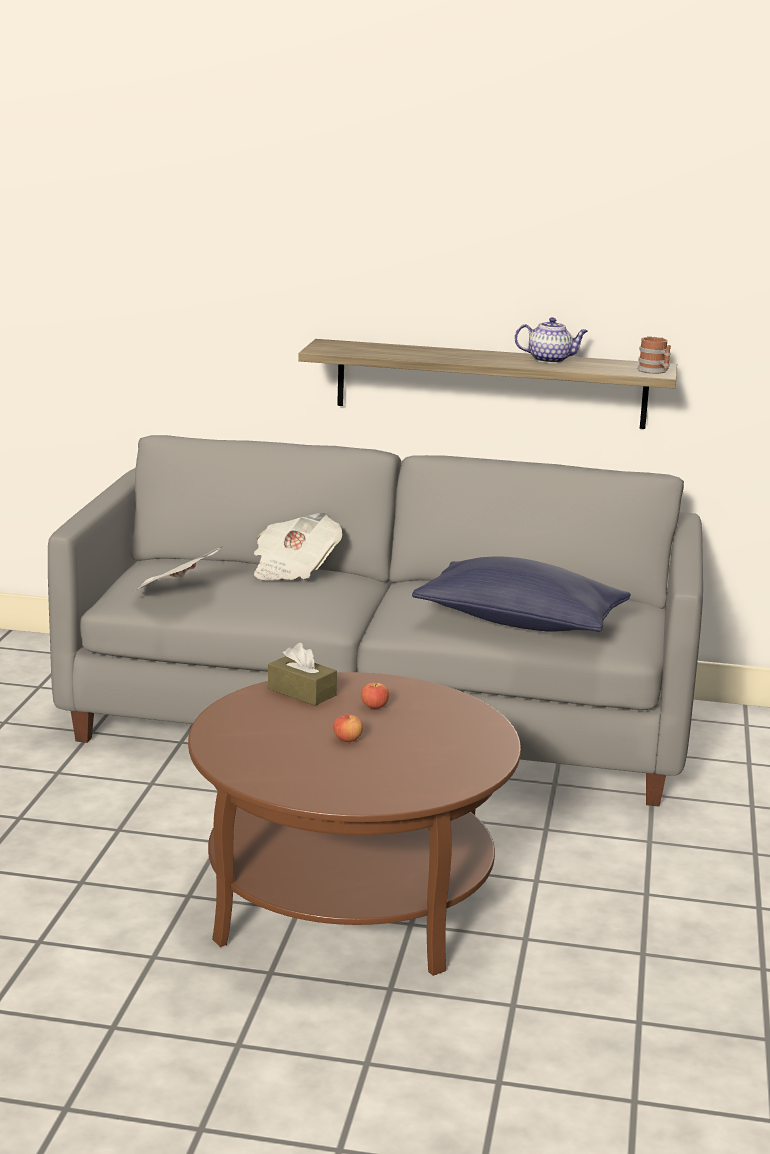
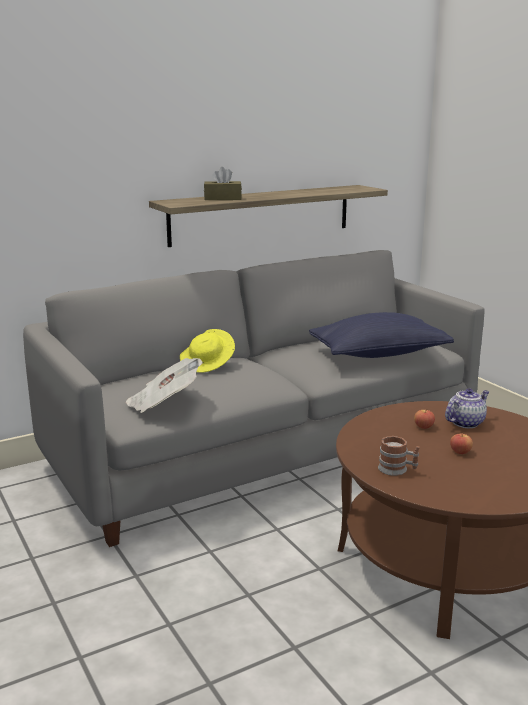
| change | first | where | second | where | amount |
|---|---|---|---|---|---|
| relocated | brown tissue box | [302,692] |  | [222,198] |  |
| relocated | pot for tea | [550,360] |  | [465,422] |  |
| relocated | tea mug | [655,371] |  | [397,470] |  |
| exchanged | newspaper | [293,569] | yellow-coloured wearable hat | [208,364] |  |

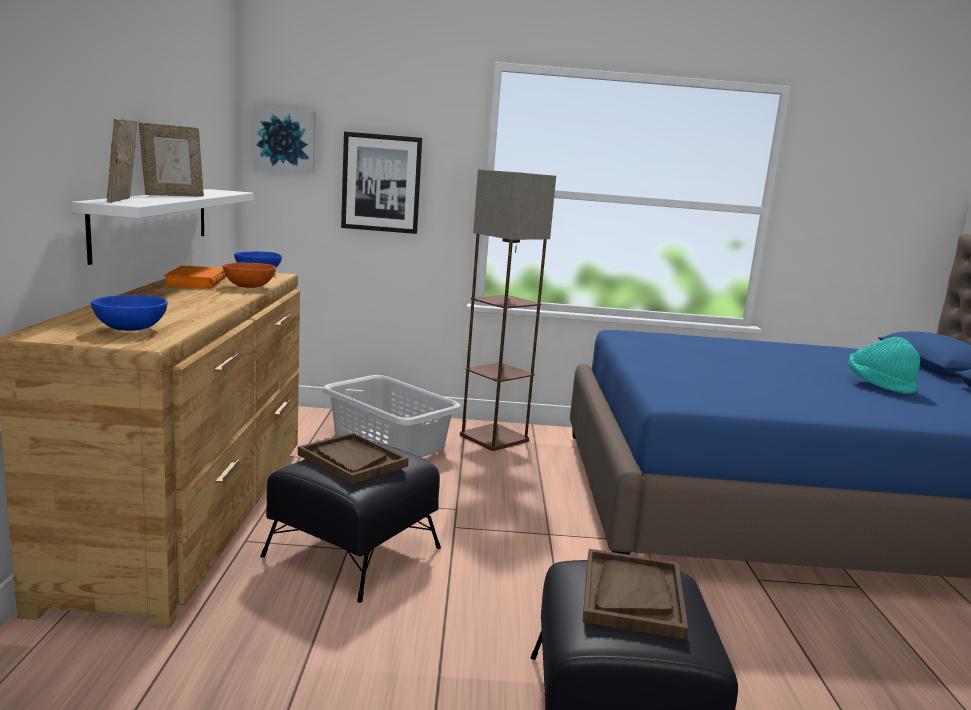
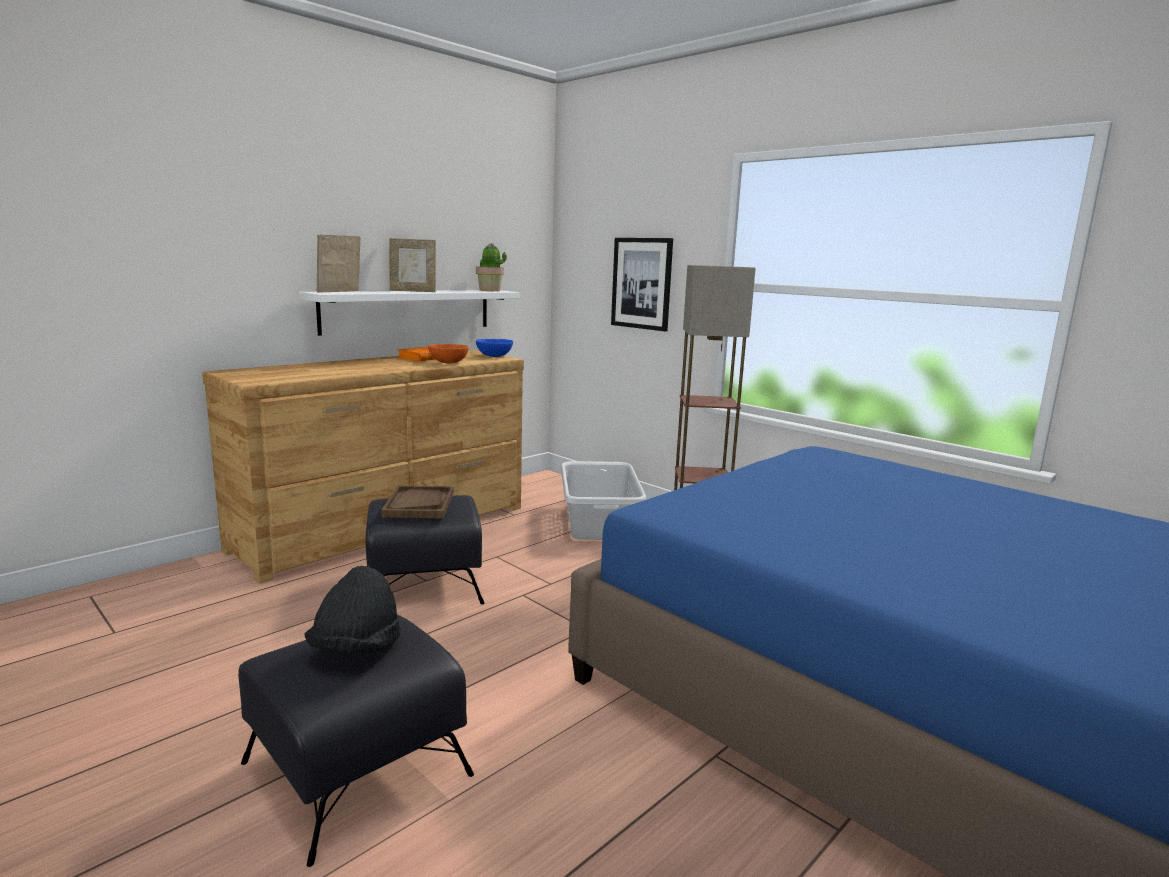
| change | first | where | second | where | amount |
|---|---|---|---|---|---|
| missing | blue-coloured deep dish | [132,329] |  |  |  |
| missing | wall art | [285,140] |  |  |  |
| missing | turquoise-coloured wearable hat | [878,385] |  |  |  |
| appeared |  |  | houseplant | [490,290] |  |
| exchanged | brown serving tray | [632,595] | black wearable hat | [356,649] |  |

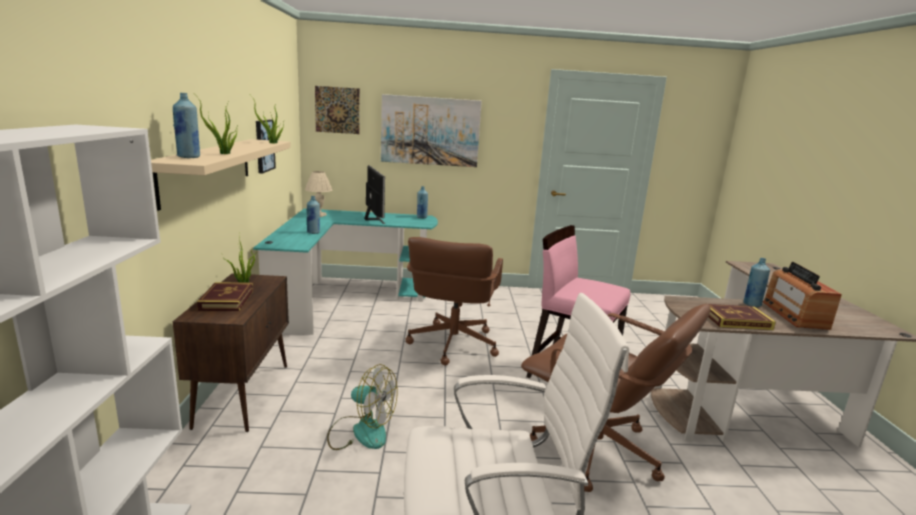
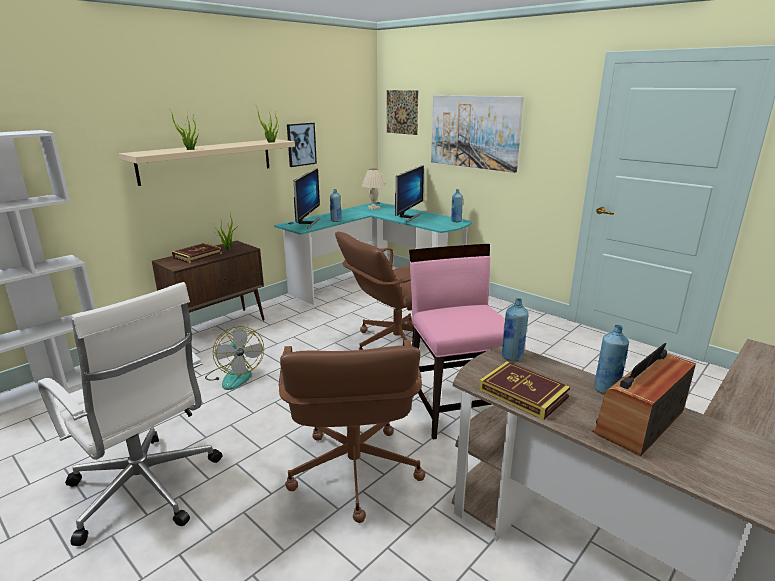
| change | first | where | second | where | amount |
|---|---|---|---|---|---|
| appeared |  |  | monitor | [308,223] |  |
| relocated | blue-coloured beverage bottle | [189,157] |  | [512,357] |  |

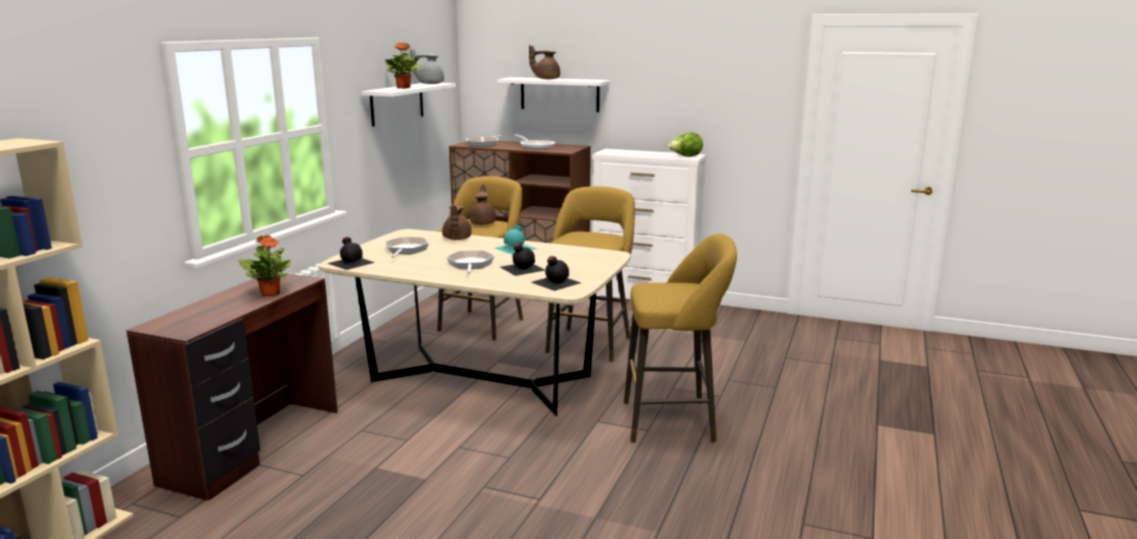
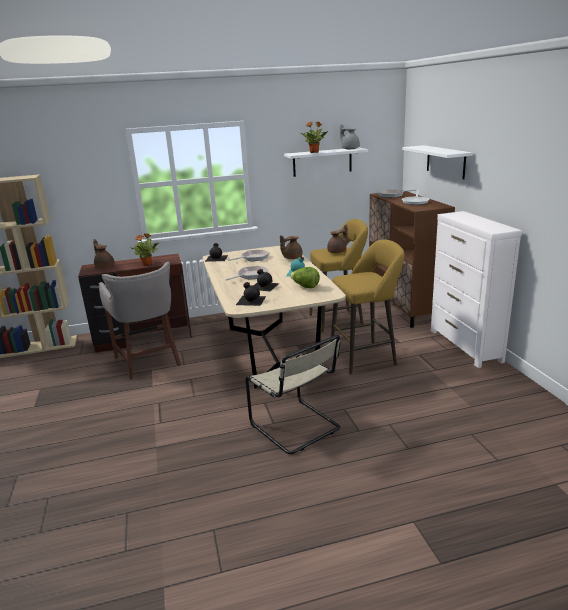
| change | first | where | second | where | amount |
|---|---|---|---|---|---|
| appeared |  |  | grey stool seat | [149,361] |  |
| relocated | brown pot for tea | [546,79] |  | [104,266] |  |
| relocated | head of lettuce | [685,157] |  | [305,287] |  |
| exchanged | yellow-coloured stool seat | [674,421] | beige-coloured upright chair | [297,427] |  |

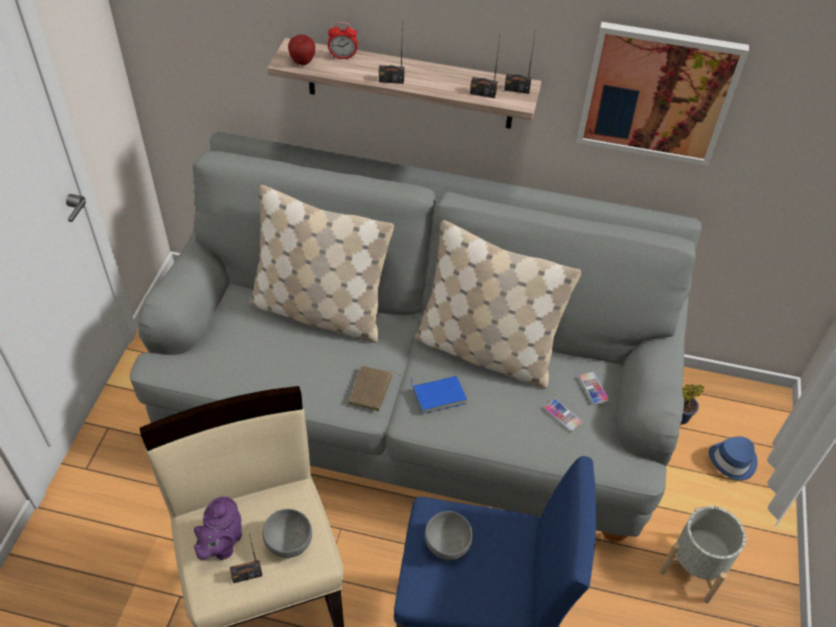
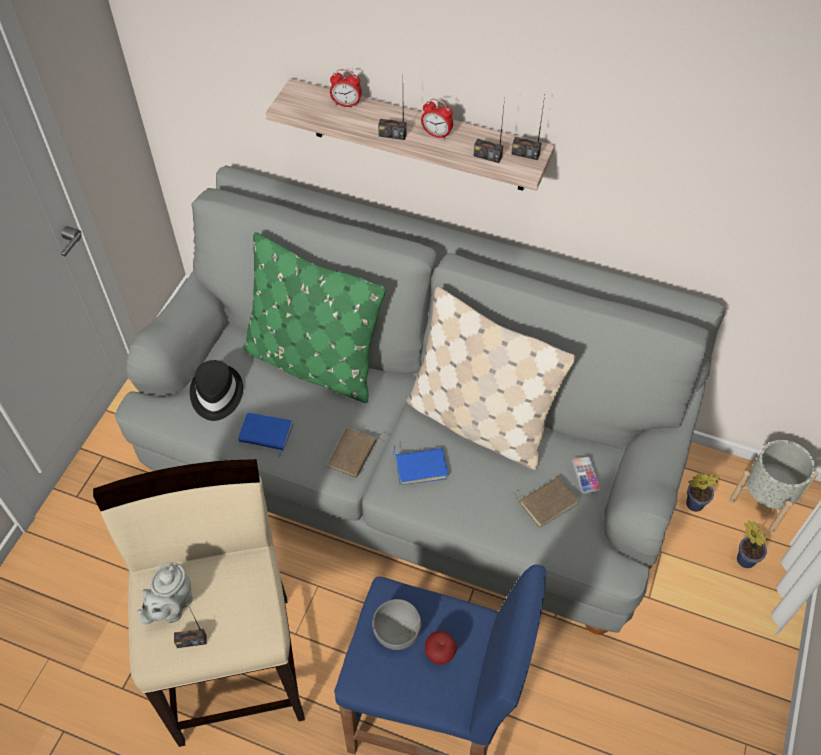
| change | first | where | second | where | amount |
|---|---|---|---|---|---|
| missing | grey deep dish | [288,543] |  |  |  |
| missing | wall art | [657,93] |  |  |  |
| appeared |  |  | black wearable hat | [216,394] |  |
| appeared |  |  | blue-coloured volume | [265,434] |  |
| appeared |  |  | bedside clock | [436,134] |  |
| relocated | apple fruit | [302,62] |  | [440,654] |  |
| relocated | grey flower pot | [694,567] |  | [764,500] |  |
| exchanged | handset | [562,415] | brown volume | [547,502] |  |
| exchanged | blue-coloured wearable hat | [733,461] | houseplant | [743,558] |  |
| colour | purple-coloured pot for tea | [221,544] | grey pot for tea | [171,606] |  |
| colour | beige-coloured pillow | [319,311] | greenish pillow | [313,363] |  |

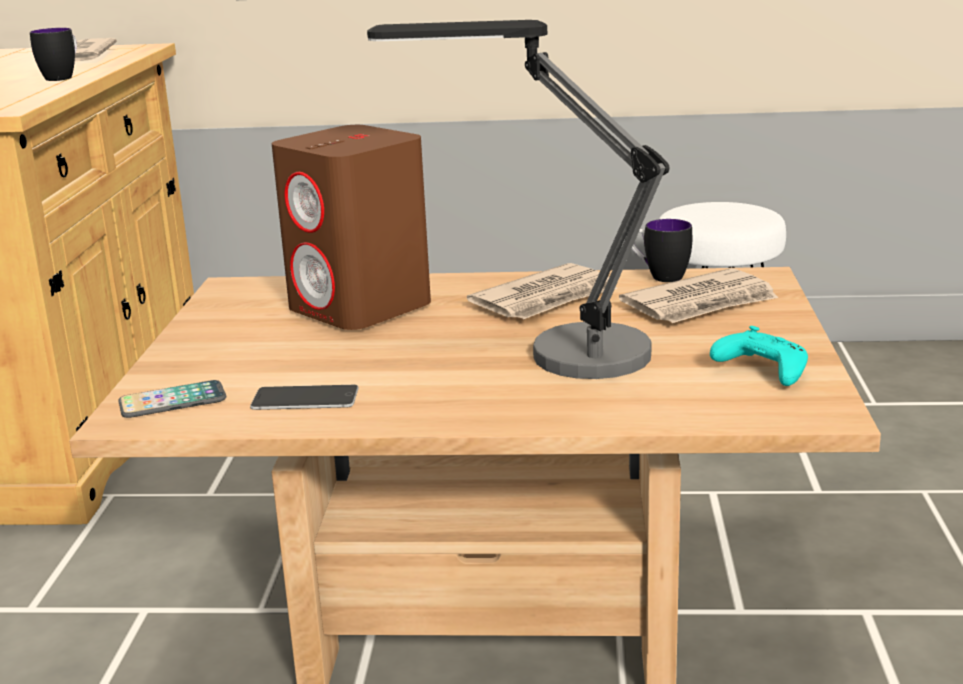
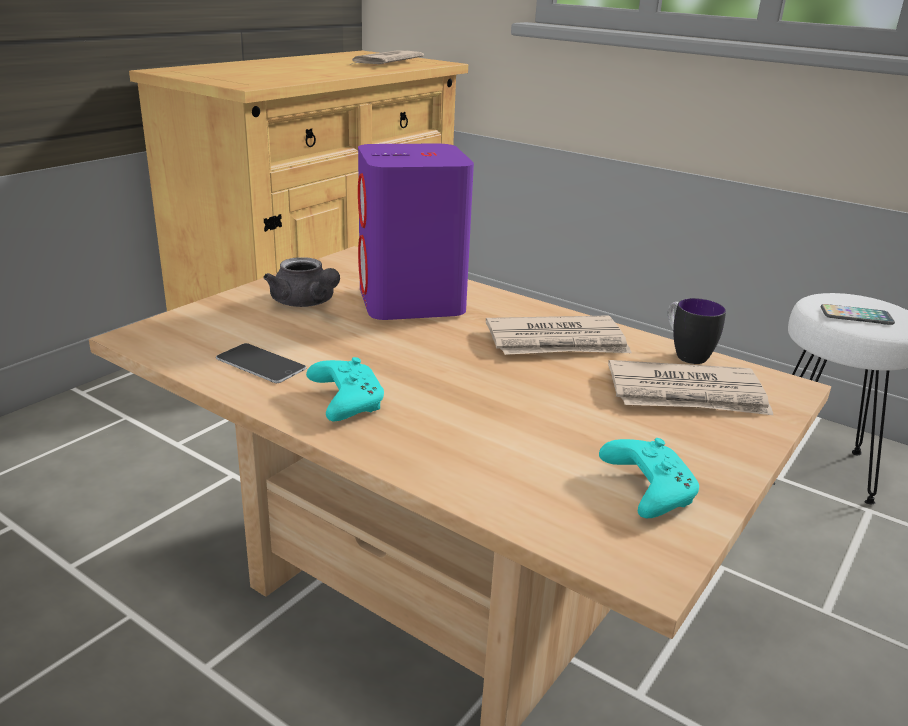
| change | first | where | second | where | amount |
|---|---|---|---|---|---|
| missing | tea mug | [63,77] |  |  |  |
| missing | table lamp | [555,353] |  |  |  |
| appeared |  |  | grey pot for tea | [306,303] |  |
| appeared |  |  | turquoise-coloured joypad | [345,401] |  |
| relocated | handset | [172,401] |  | [856,316] |  |
| colour | brown loudspeaker | [361,307] | purple-coloured loudspeaker | [411,302] |  |

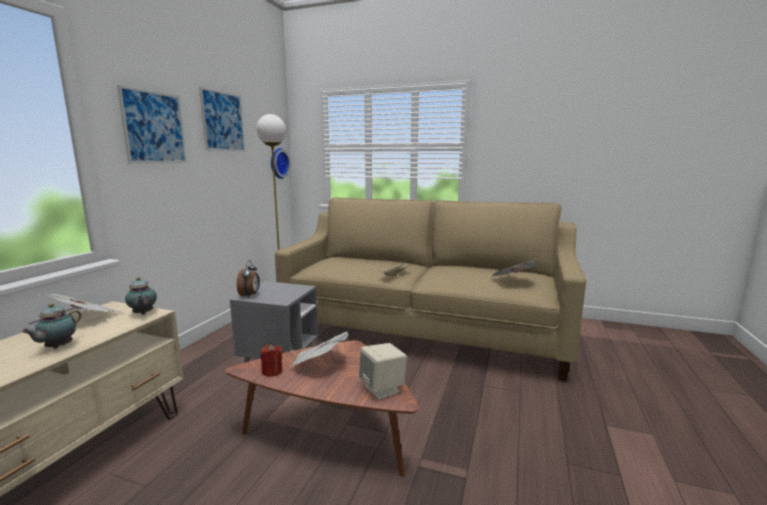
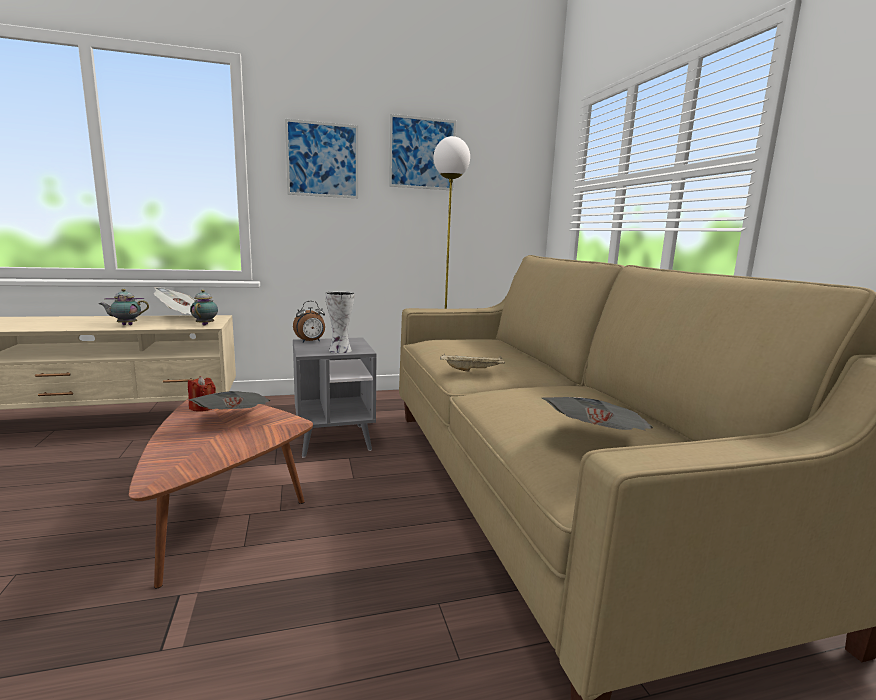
| change | first | where | second | where | amount |
|---|---|---|---|---|---|
| missing | clock on the wall | [278,163] |  |  |  |
| missing | beige-coloured loudspeaker | [383,389] |  |  |  |
| appeared |  |  | decorative vase | [339,350] |  |
| spun | pot for tea | [143,314] |  | [206,324] | 150 degrees clockwise |

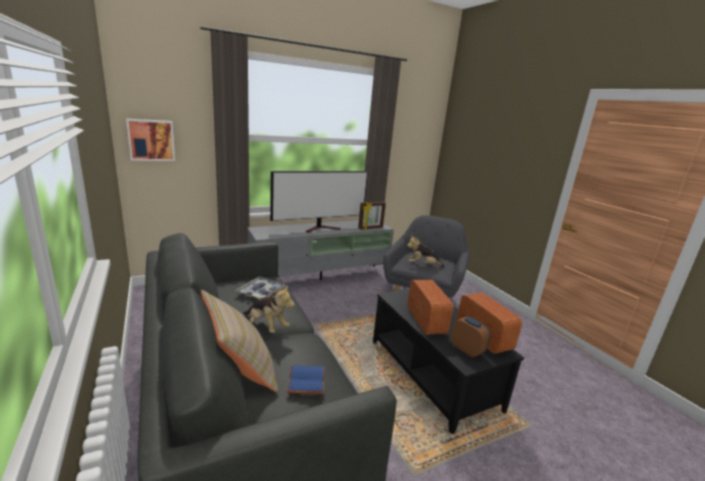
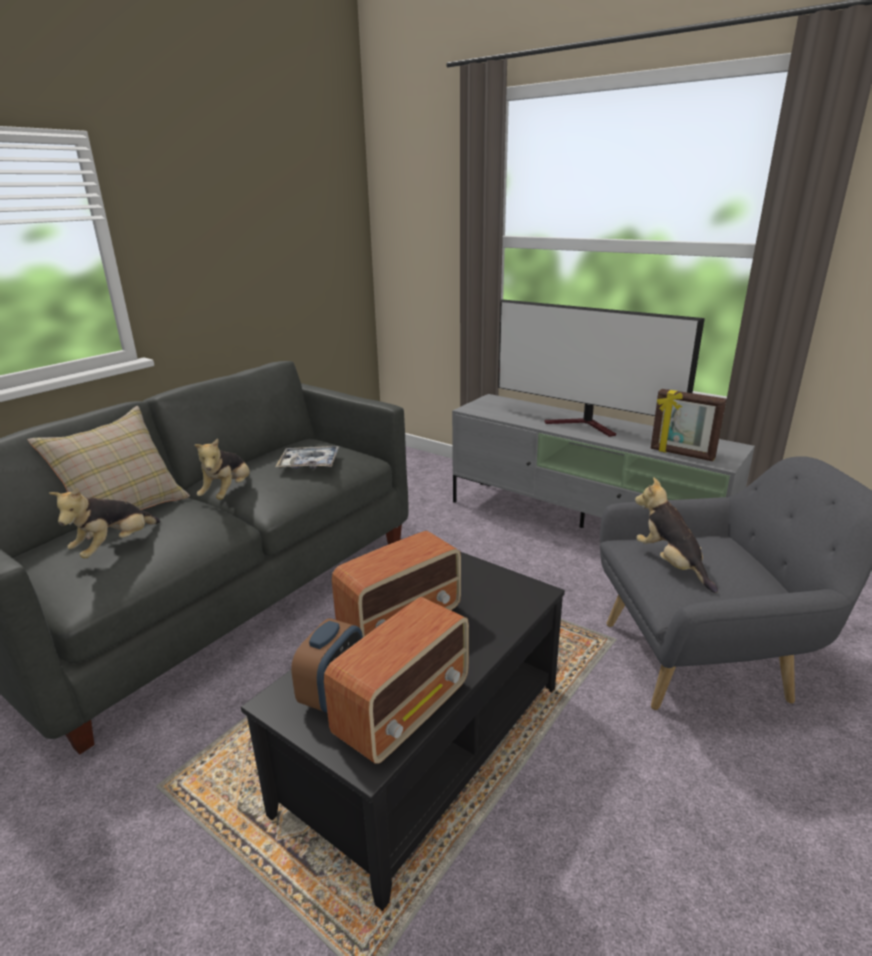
| change | first | where | second | where | amount |
|---|---|---|---|---|---|
| missing | wall art | [151,140] |  |  |  |
| exchanged | blue-coloured volume | [305,380] | plush toy | [115,547] |  |

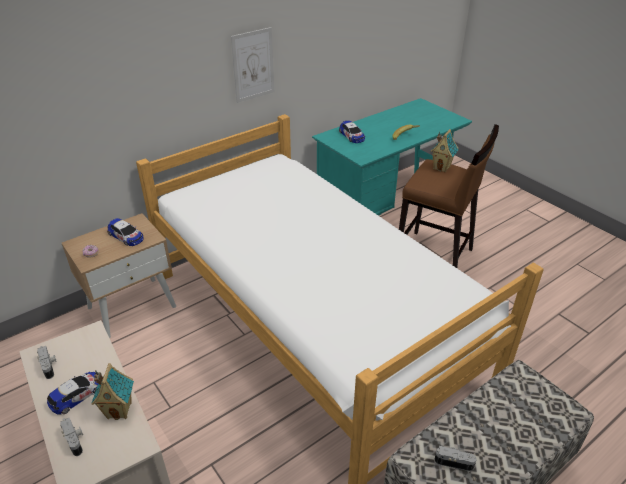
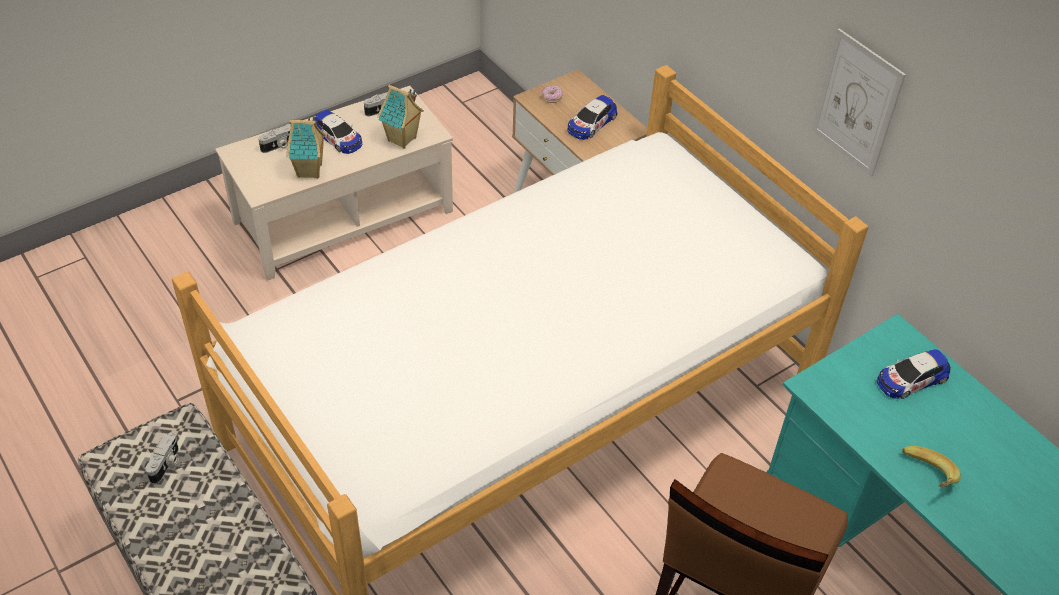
| change | first | where | second | where | amount |
|---|---|---|---|---|---|
| relocated | toy house | [442,168] |  | [402,140] |  |

